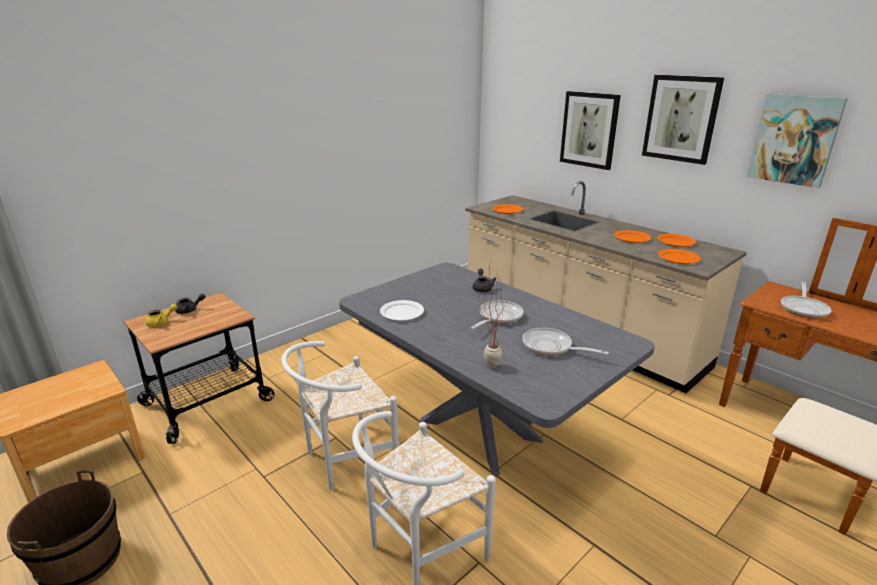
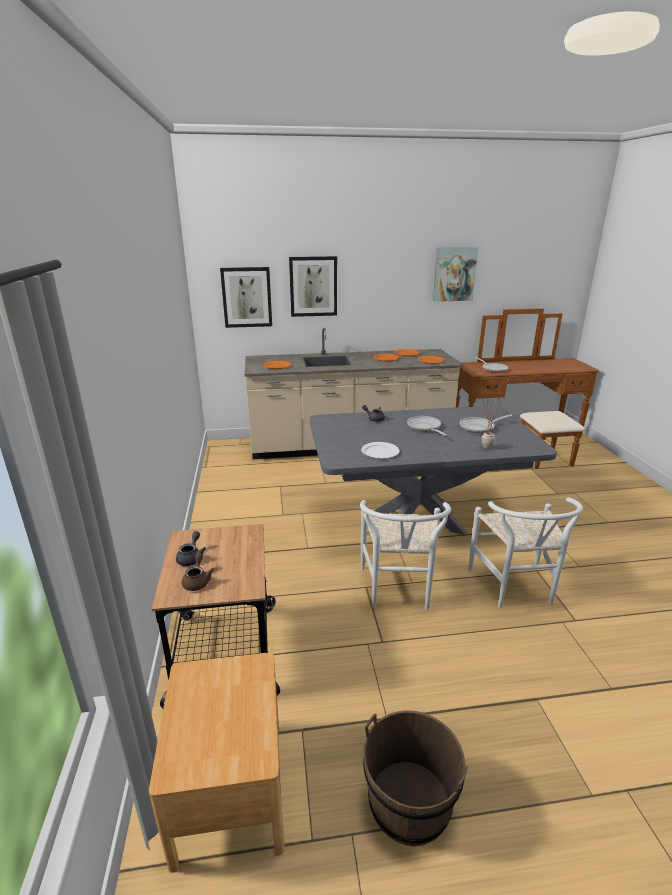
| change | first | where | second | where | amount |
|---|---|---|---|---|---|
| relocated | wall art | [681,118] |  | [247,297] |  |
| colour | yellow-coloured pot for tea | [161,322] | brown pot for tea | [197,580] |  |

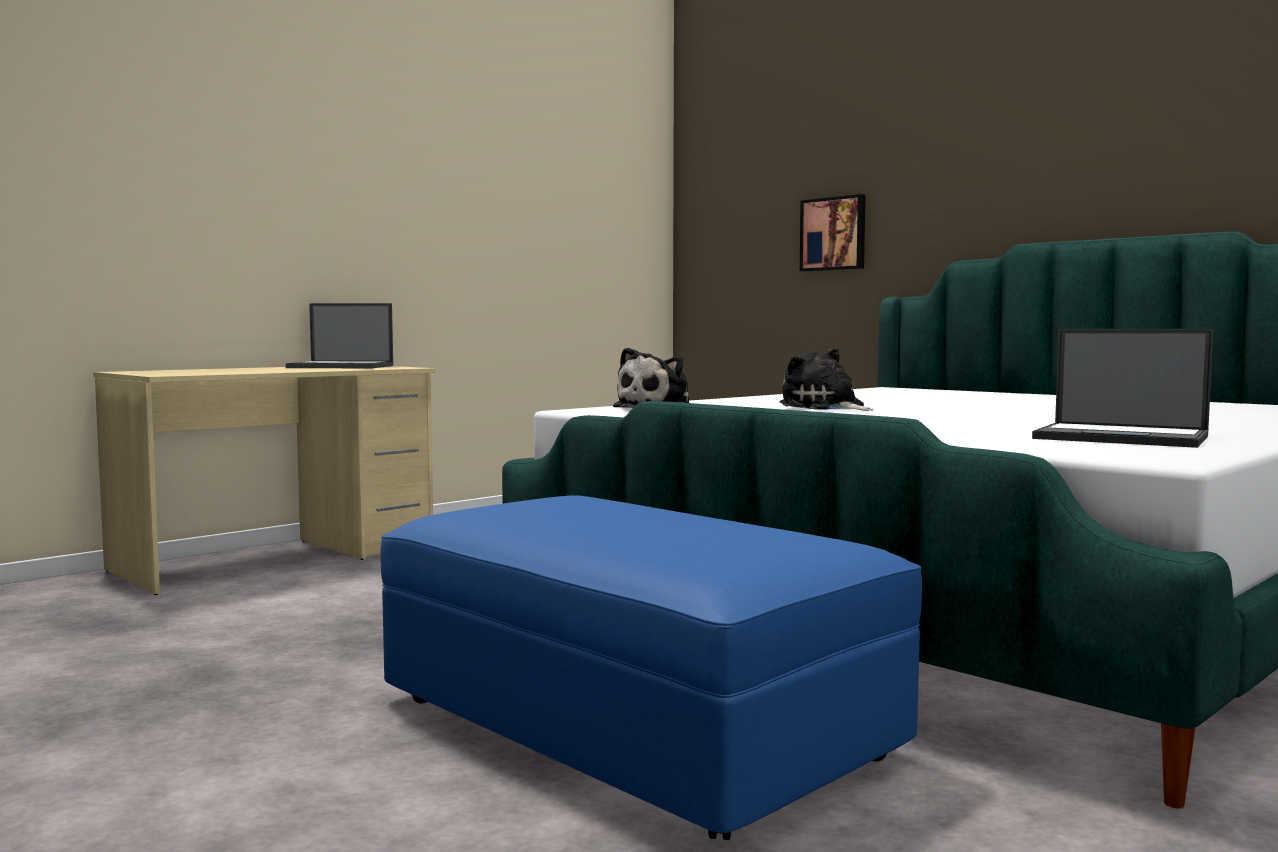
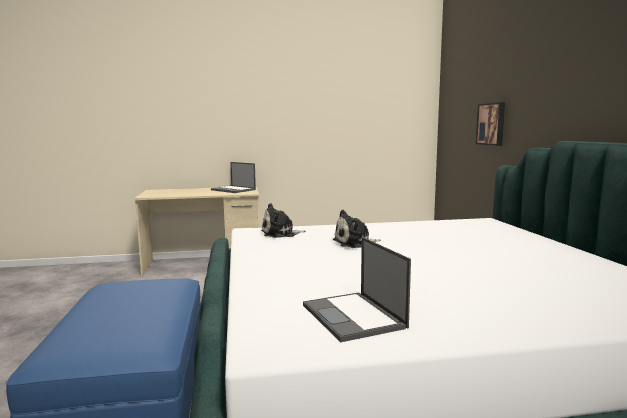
| change | first | where | second | where | amount |
|---|---|---|---|---|---|
| spun | plush toy | [825,407] |  | [355,243] | 105 degrees counterclockwise |

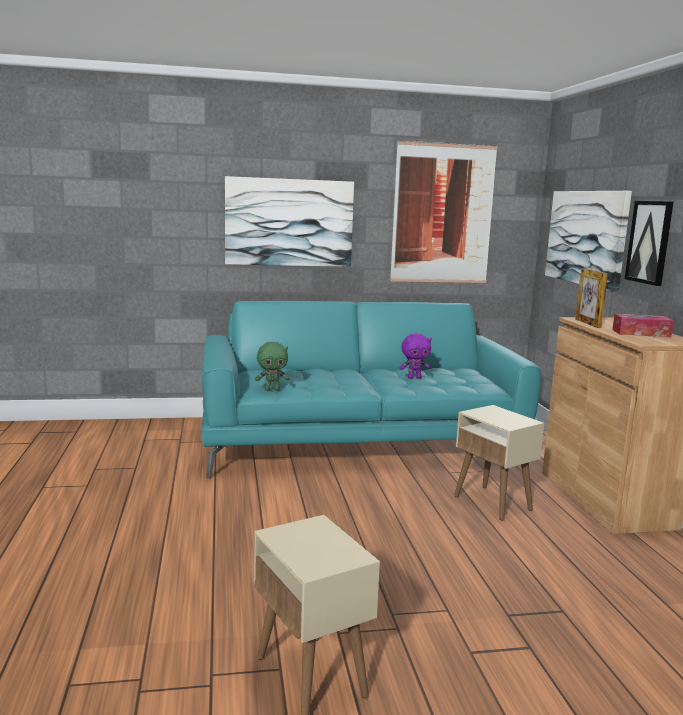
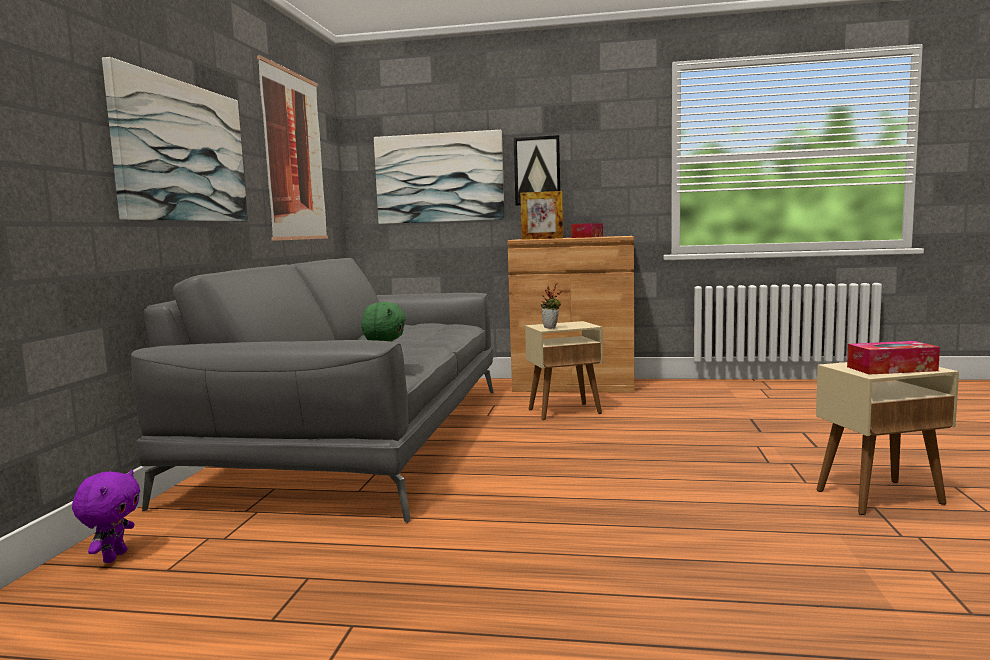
| change | first | where | second | where | amount |
|---|---|---|---|---|---|
| appeared |  |  | houseplant | [552,328] |  |
| appeared |  |  | tissue box | [891,369] |  |
| relocated | purple-coloured plush toy | [414,378] |  | [114,557] |  |
| colour | turquoise-coloured sofa | [361,441] | grey sofa | [364,436] |  |

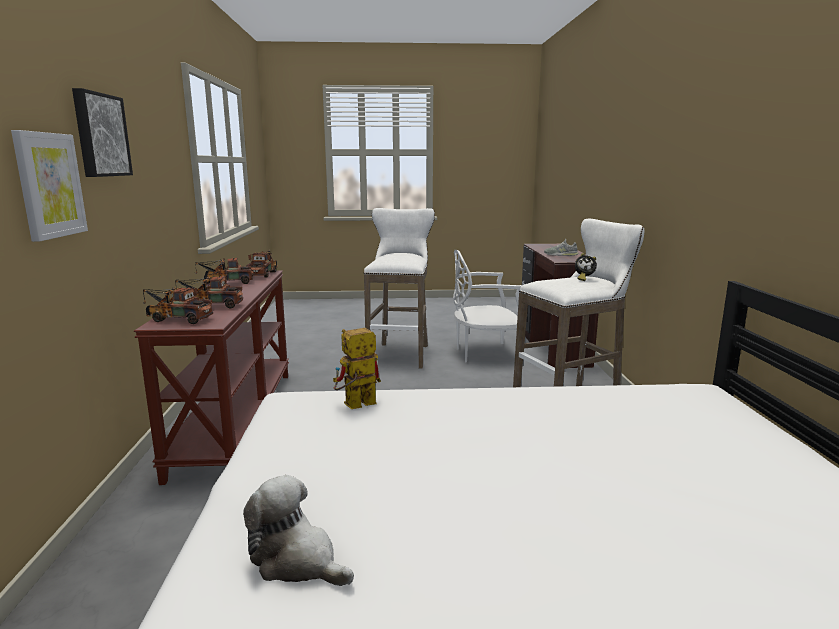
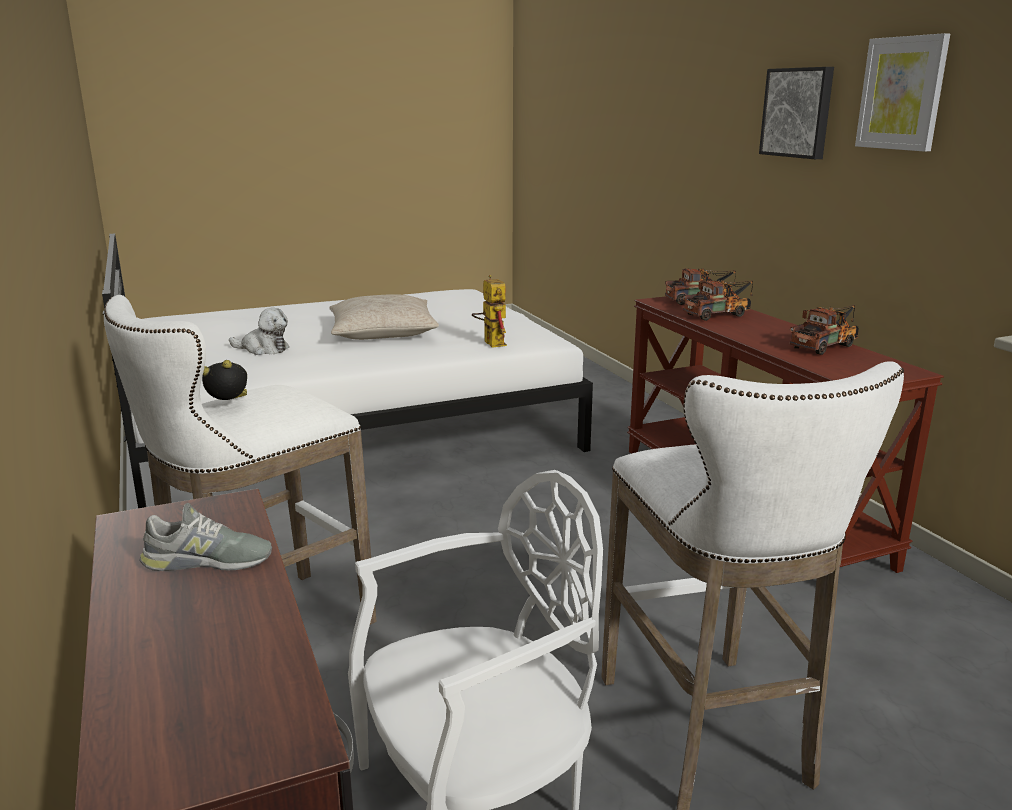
| change | first | where | second | where | amount |
|---|---|---|---|---|---|
| missing | model truck | [264,274] |  |  |  |
| appeared |  |  | beige-coloured pillow | [383,332] |  |
| relocated | wall art | [49,185] |  | [902,93] |  |
| relocated | plush toy | [297,561] |  | [263,349] |  |
| spun | robot figure | [355,406] |  | [490,342] | 60 degrees counterclockwise |

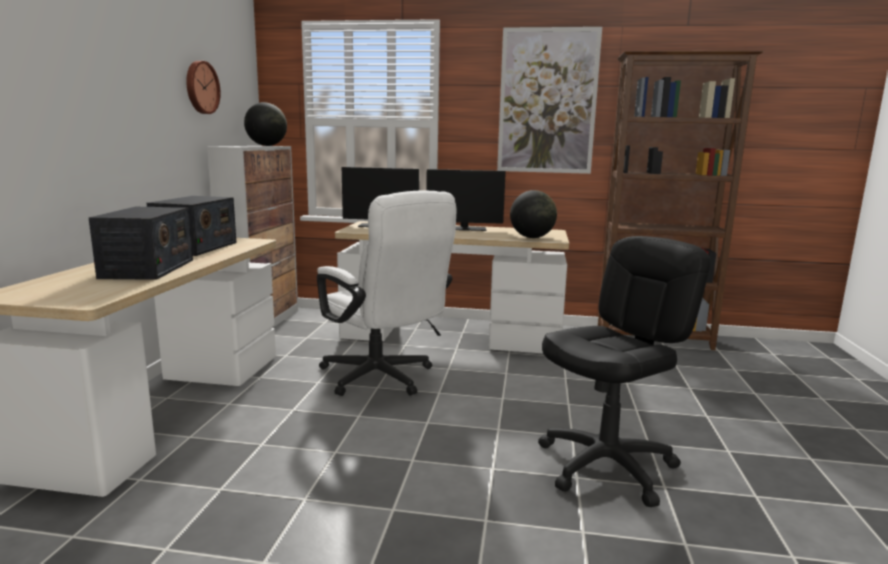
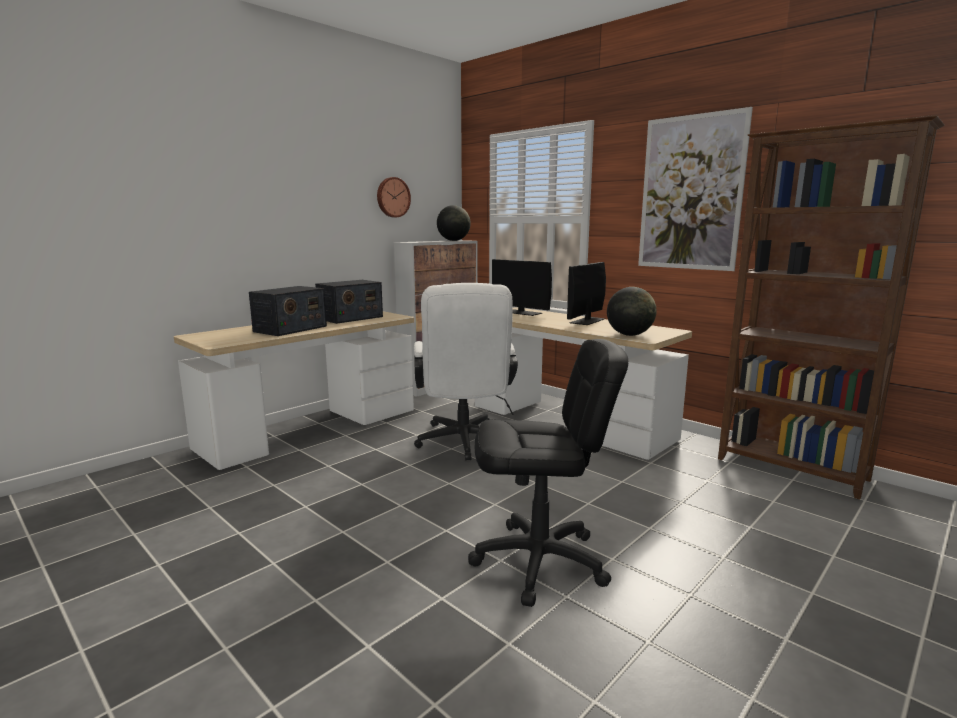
| change | first | where | second | where | amount |
|---|---|---|---|---|---|
| spun | monitor | [464,228] |  | [587,321] | 90 degrees clockwise |

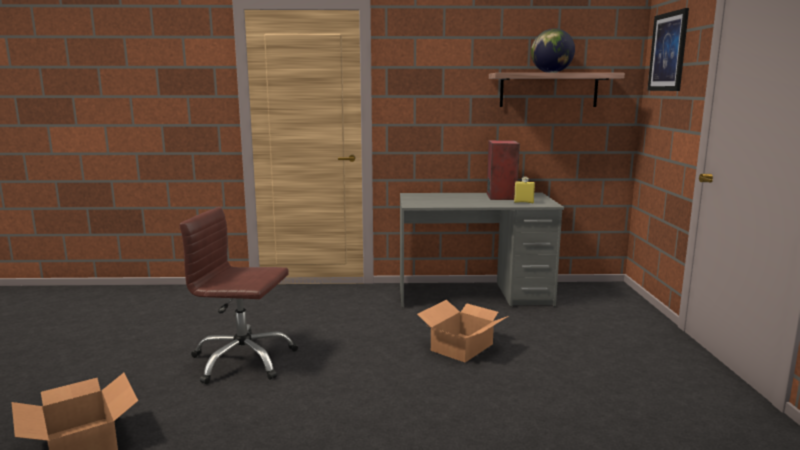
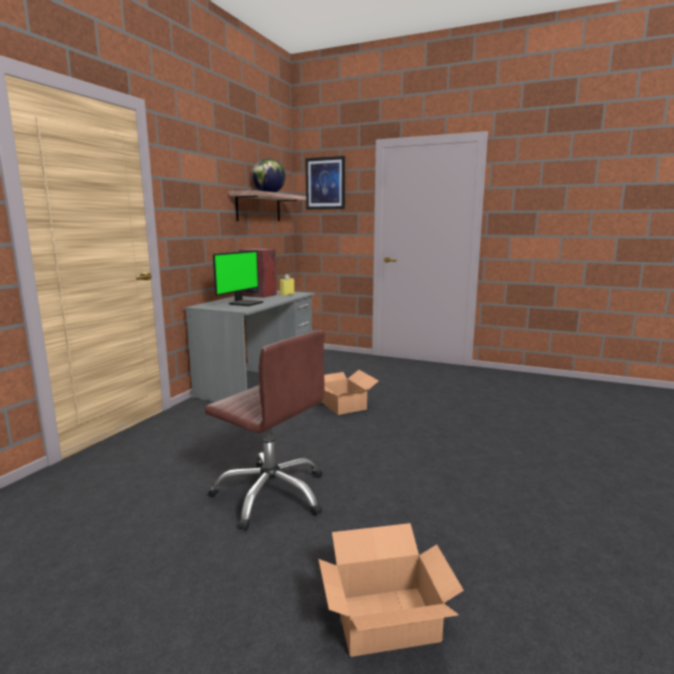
| change | first | where | second | where | amount |
|---|---|---|---|---|---|
| appeared |  |  | monitor | [245,303] |  |
| spun | brown desk chair | [243,360] |  | [271,494] | 90 degrees counterclockwise |

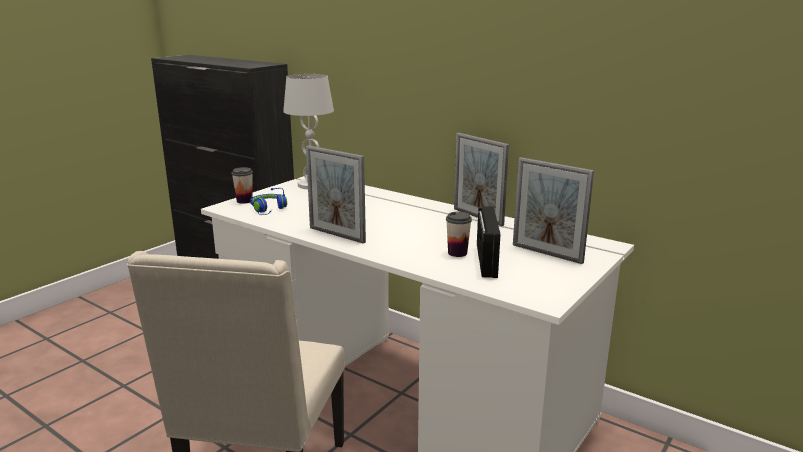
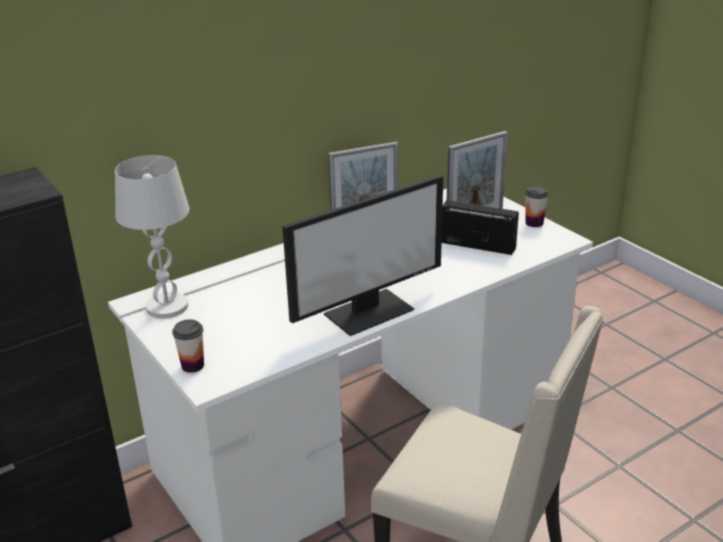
| change | first | where | second | where | amount |
|---|---|---|---|---|---|
| missing | blue-coloured pair of headphones | [268,210] |  |  |  |
| relocated | drinking cup | [457,253] |  | [534,223] |  |
| exchanged | picture frame | [337,235] | monitor | [368,311] |  |

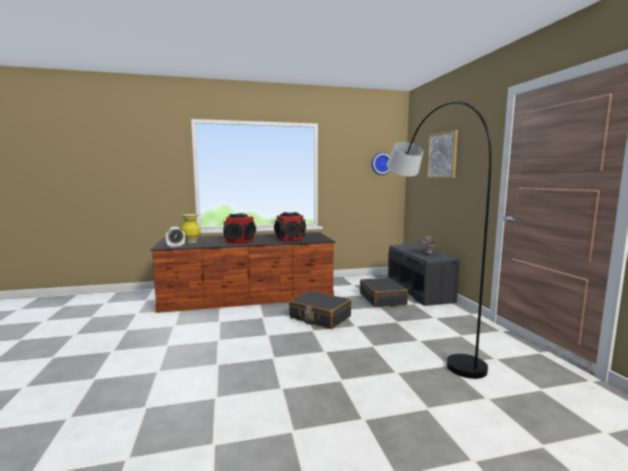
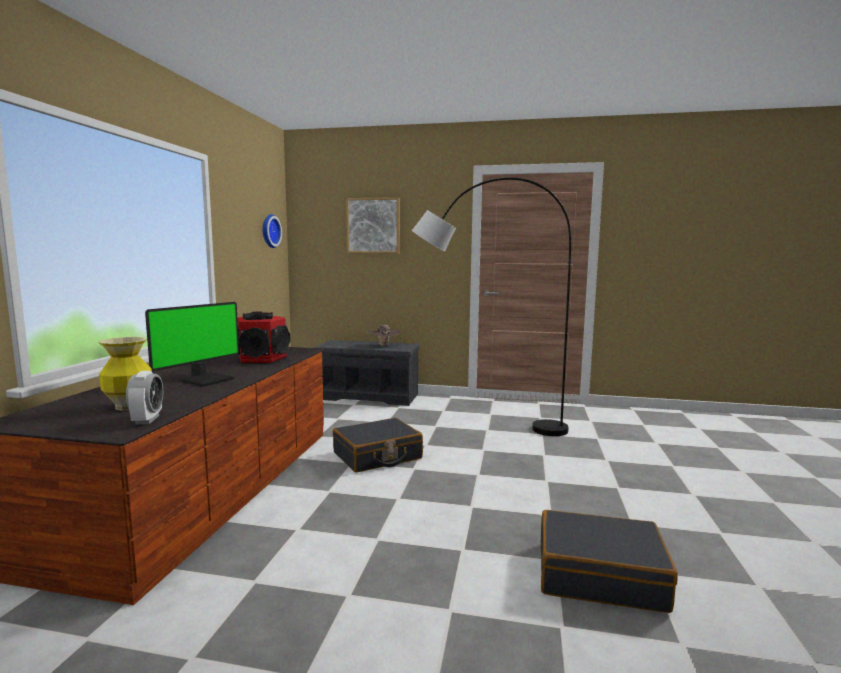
| change | first | where | second | where | amount |
|---|---|---|---|---|---|
| relocated | black piece of luggage | [383,299] |  | [599,575] |  |
| exchanged | loudspeaker | [239,241] | monitor | [206,380] |  |

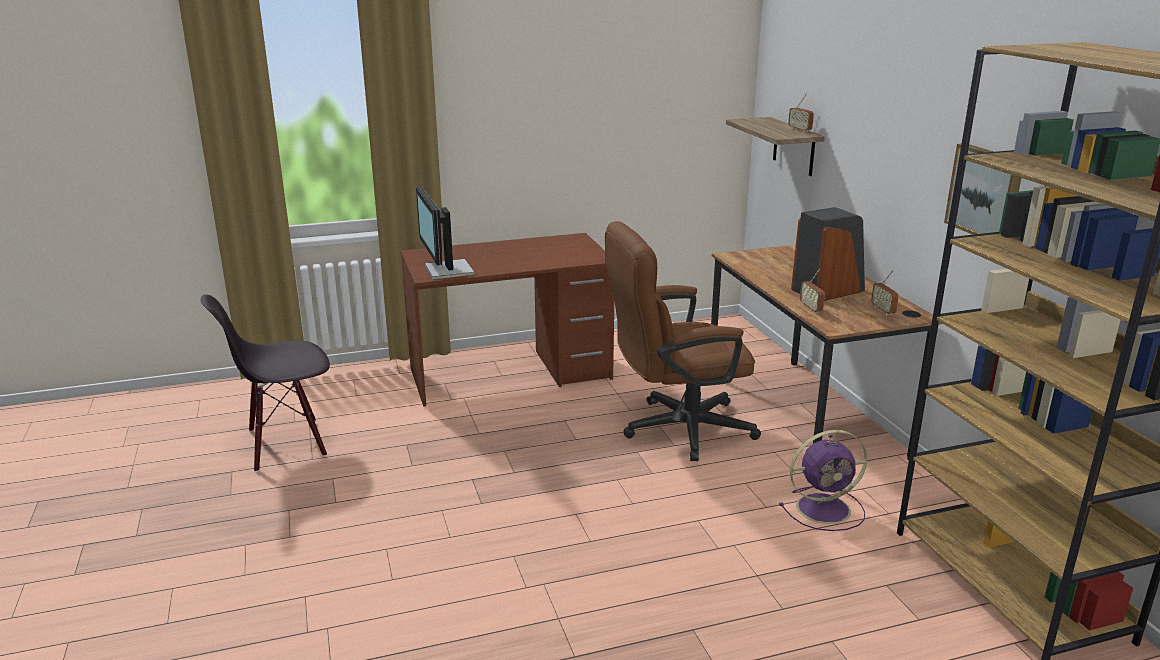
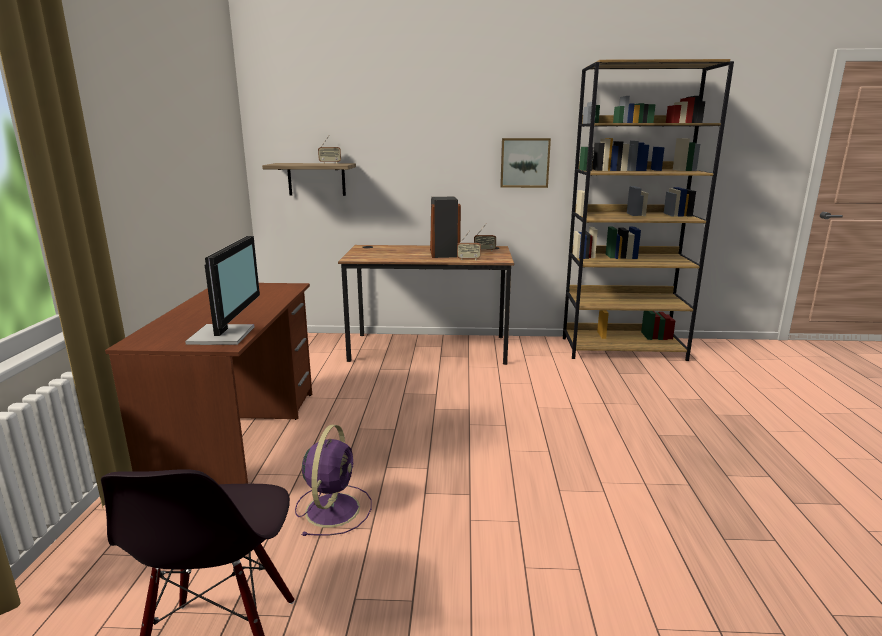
| change | first | where | second | where | amount |
|---|---|---|---|---|---|
| missing | brown desk chair | [676,429] |  |  |  |
| relocated | purple-coloured electric fan | [825,508] |  | [333,508] |  |
| spun | monitor | [446,270] |  | [225,335] | 90 degrees counterclockwise |

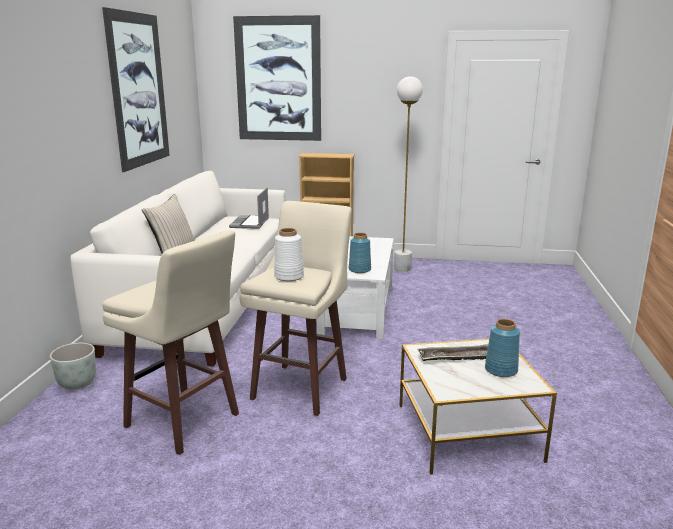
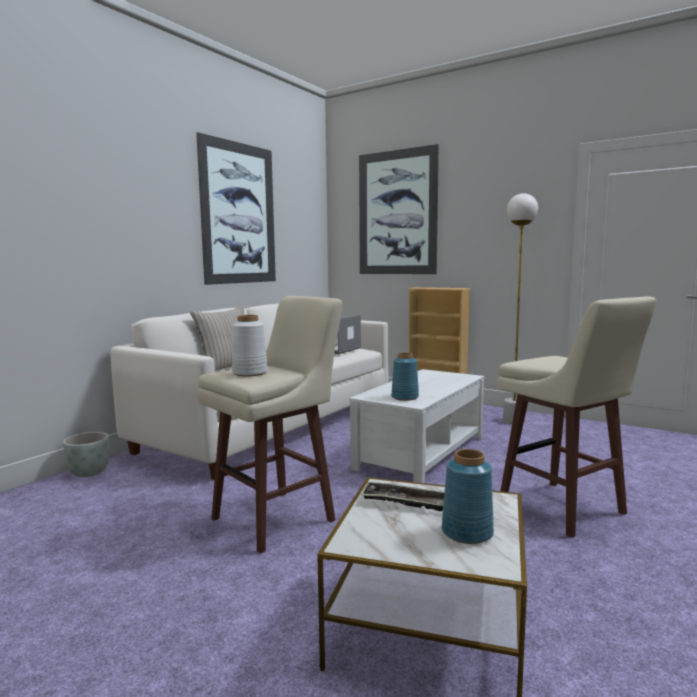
| change | first | where | second | where | amount |
|---|---|---|---|---|---|
| relocated | beige-coloured stool seat | [184,422] |  | [563,510] |  |

